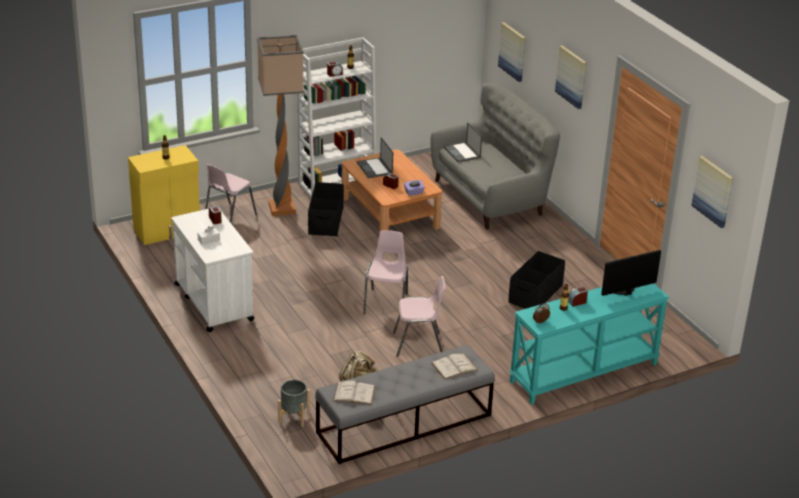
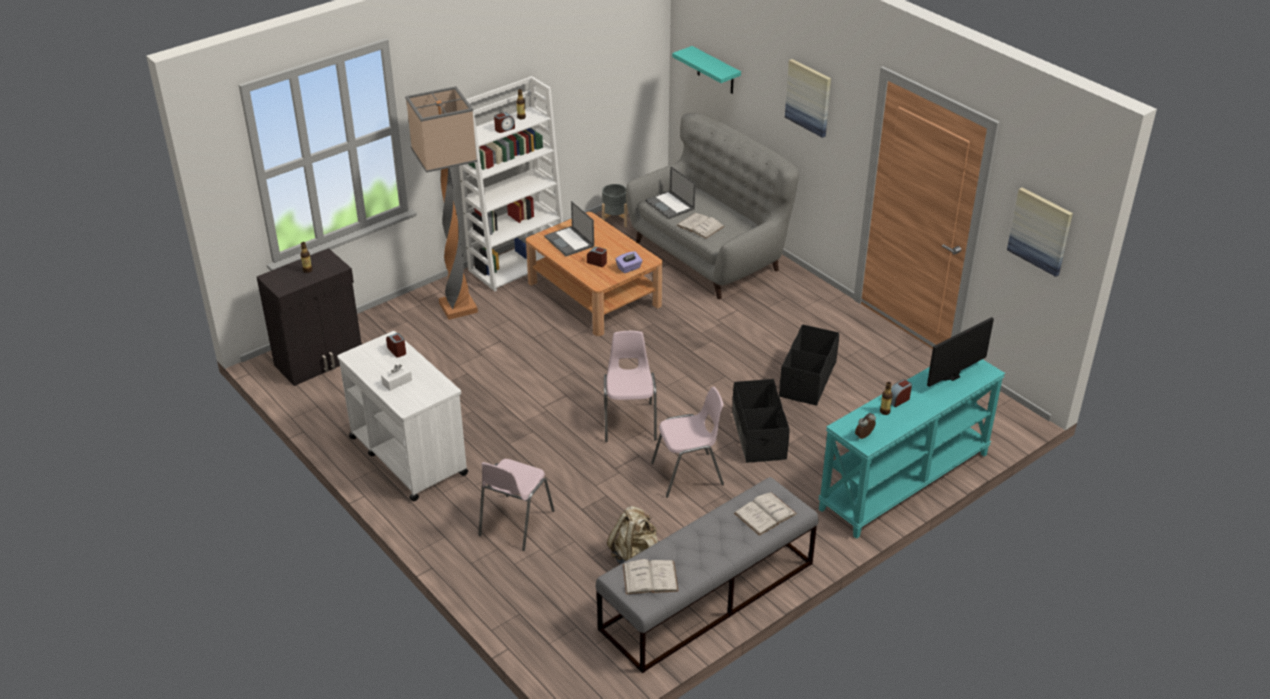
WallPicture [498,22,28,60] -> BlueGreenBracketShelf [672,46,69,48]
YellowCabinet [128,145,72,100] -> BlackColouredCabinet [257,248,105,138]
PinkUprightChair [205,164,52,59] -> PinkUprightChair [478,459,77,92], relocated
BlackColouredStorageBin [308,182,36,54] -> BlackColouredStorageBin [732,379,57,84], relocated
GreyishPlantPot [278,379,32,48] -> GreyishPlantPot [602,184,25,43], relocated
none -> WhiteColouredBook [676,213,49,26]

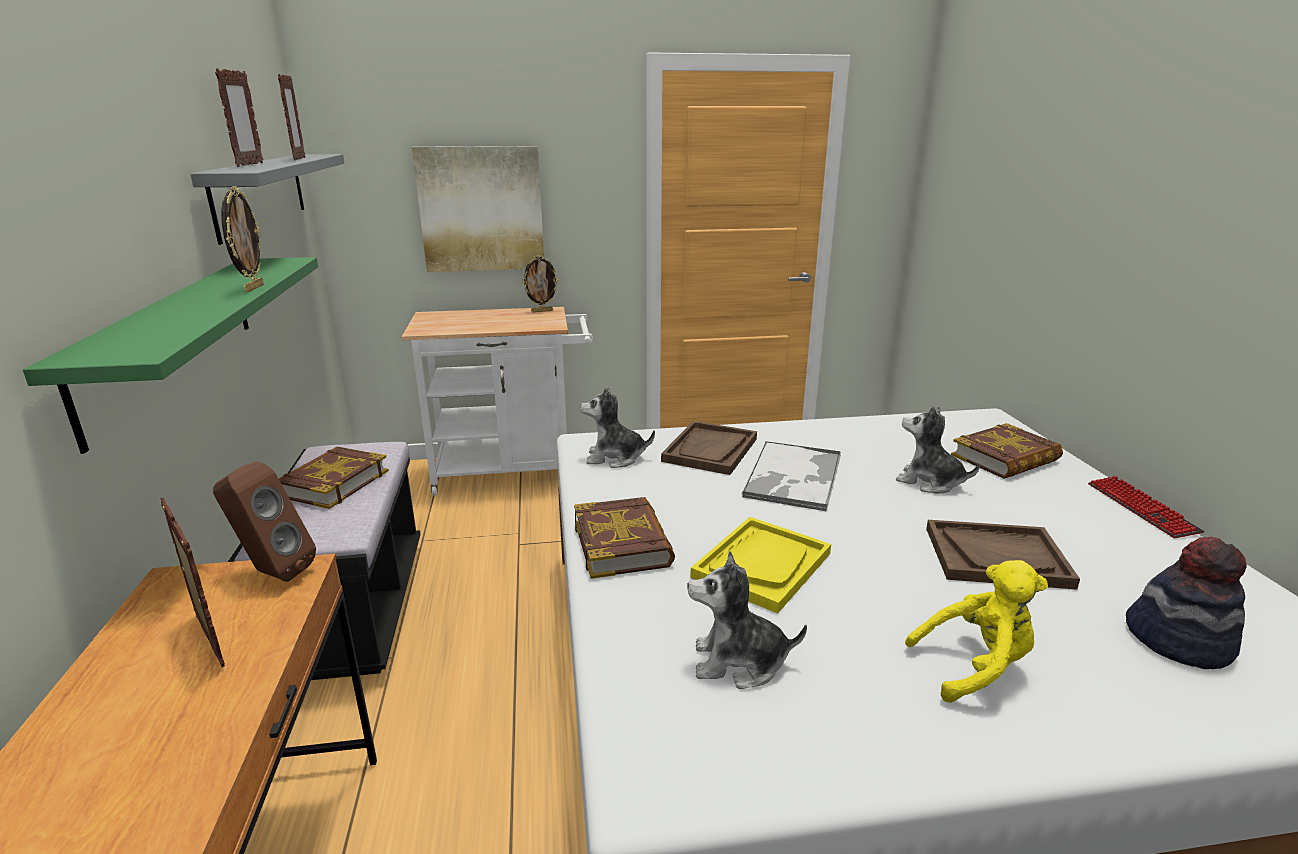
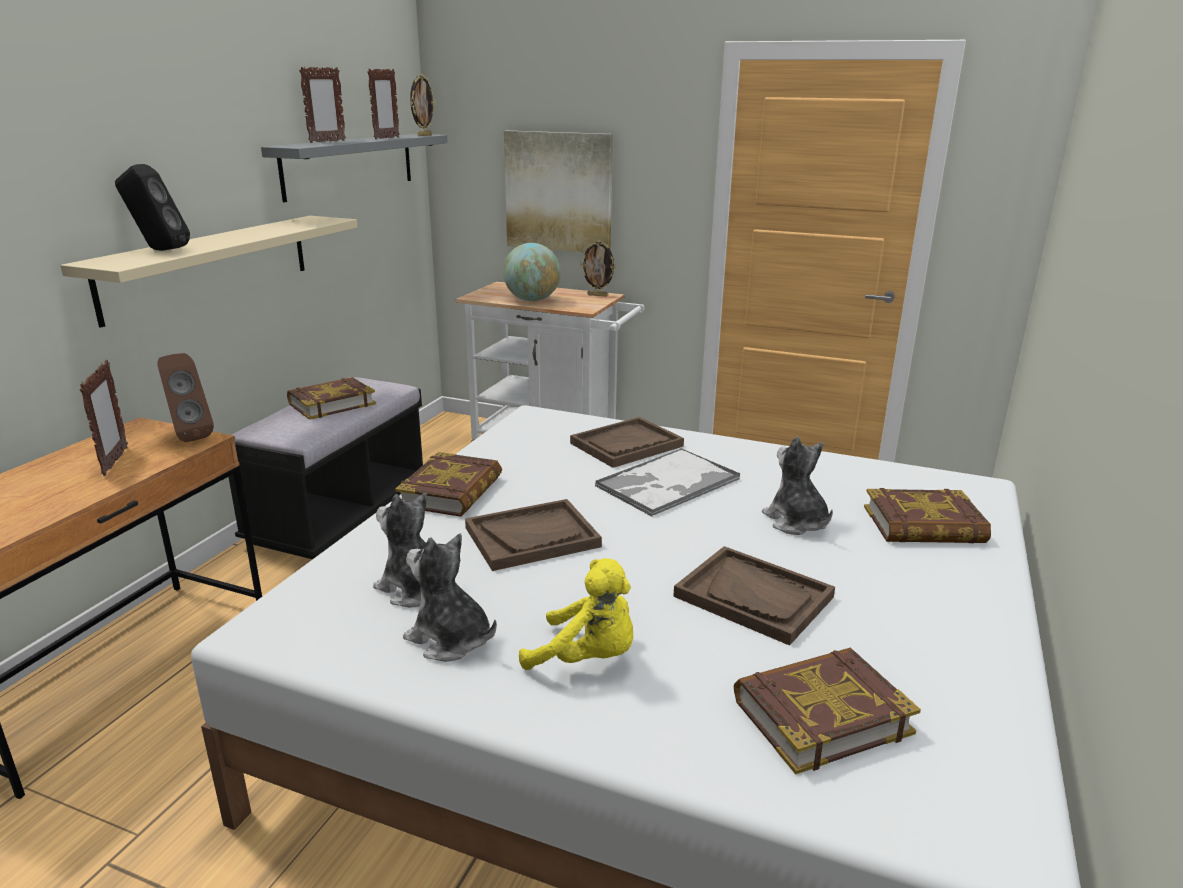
PhotoFrame [221,186,43,106] -> PhotoFrame [410,73,26,63], relocated
GreenBracketShelf [23,257,295,197] -> BeigeBracketShelf [60,216,298,112]
PlushToy [580,387,75,81] -> PlushToy [403,533,94,129], relocated
ComputerKeyboard [1088,476,117,62] -> none
YellowCarryingTray [690,517,141,96] -> BrownCarryingTray [465,499,137,72]
WearableHat [1126,537,121,132] -> Book [734,648,187,126]
none -> BlackColouredSpeaker [115,164,75,87]
none -> Globe [503,243,58,58]

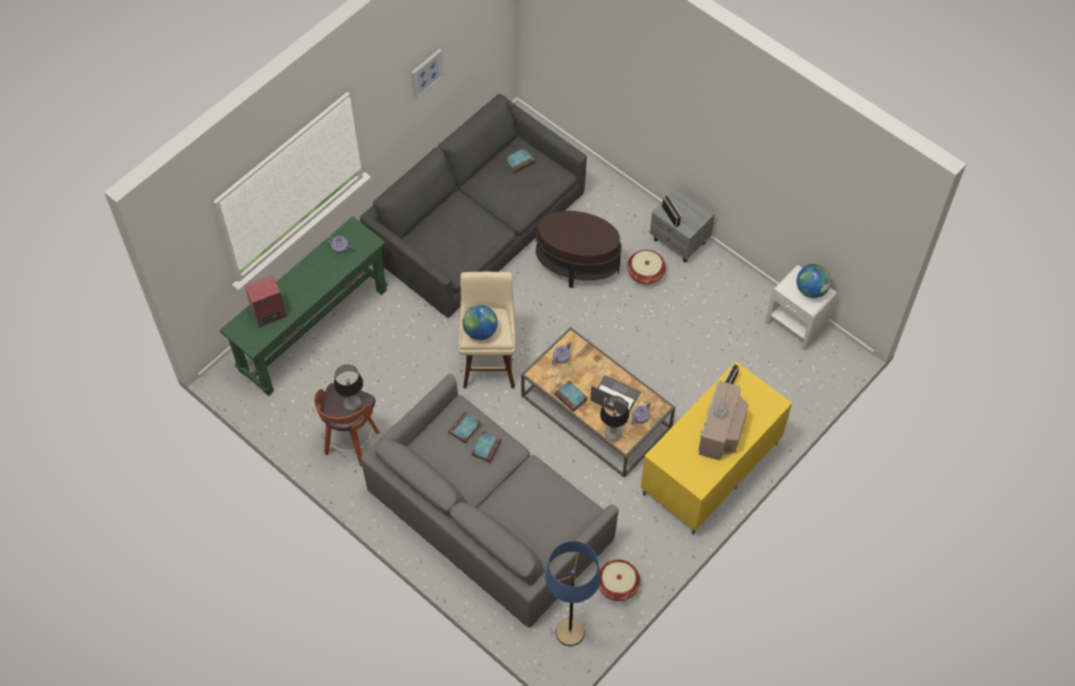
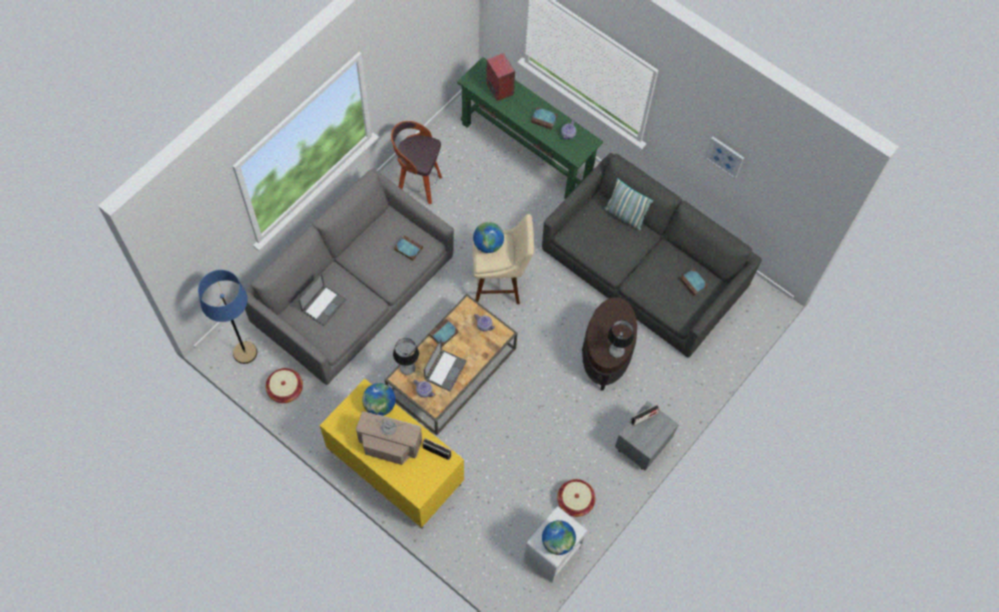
HouseholdBasket [627,250,39,34] -> HouseholdBasket [557,479,38,38], relocated
LampForATable [334,365,29,46] -> LampForATable [608,320,26,38], relocated
Book [471,431,31,32] -> Book [531,107,27,23], relocated
none -> ThrowPillow [604,178,49,52]
none -> NotebookComputer [299,273,47,53]
none -> Globe [362,383,34,33]

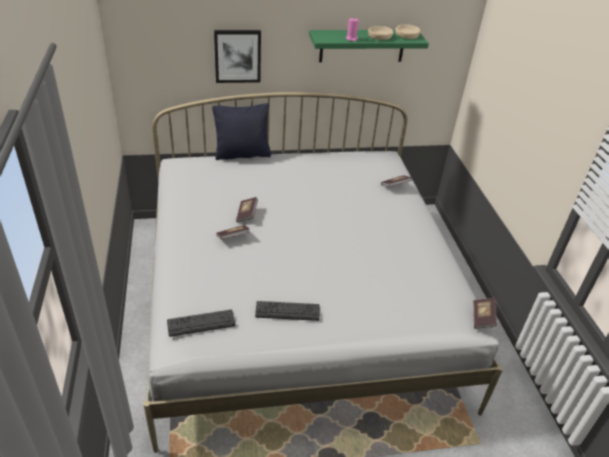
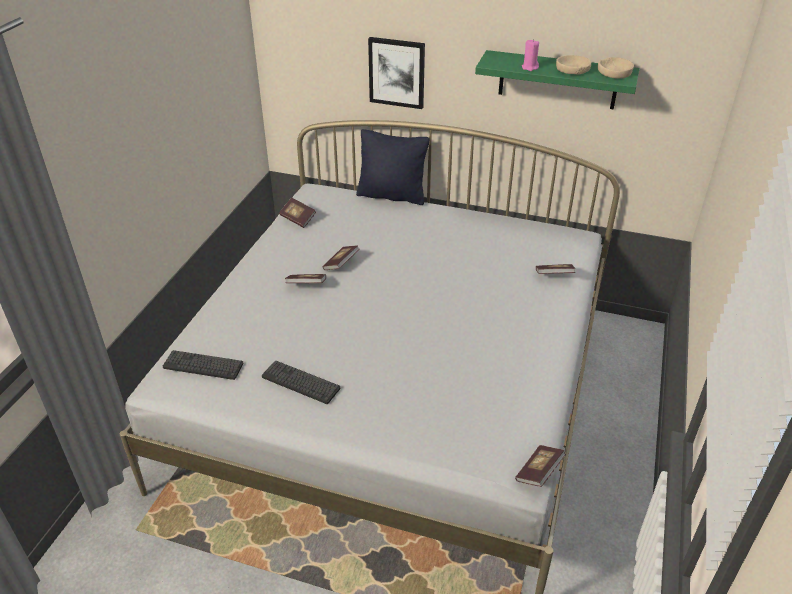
none -> Book [279,198,37,30]

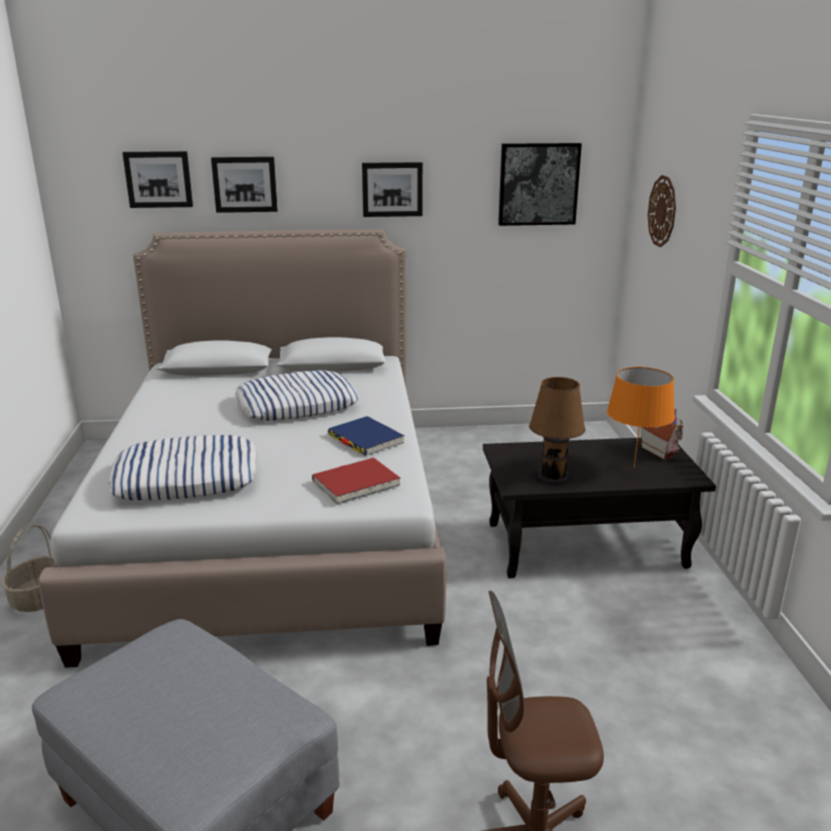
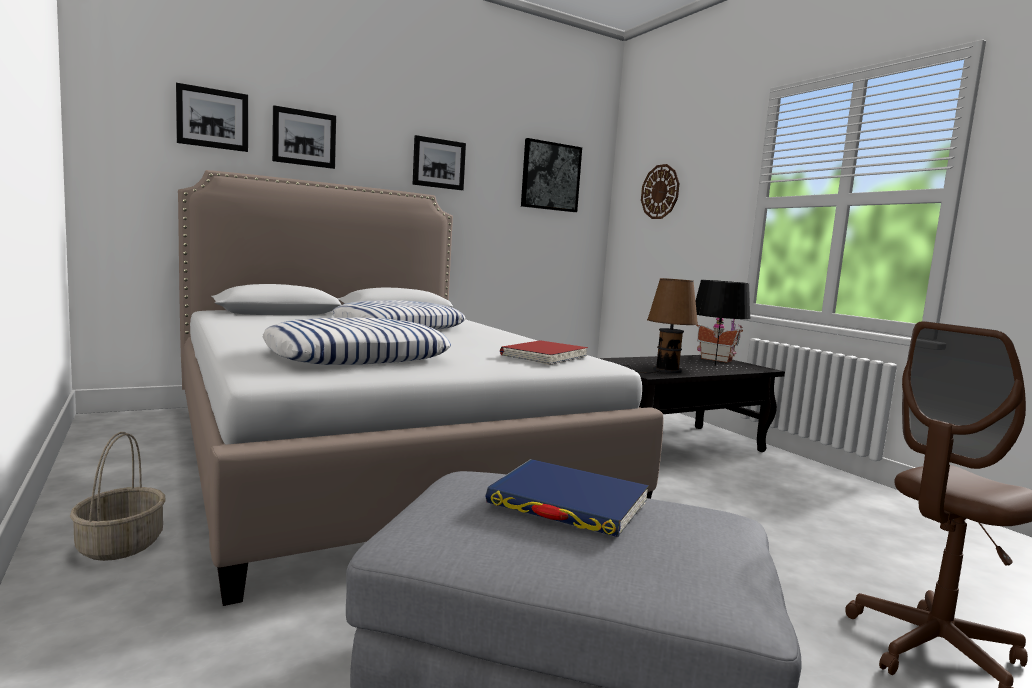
OrangeyLampForATable [607,367,68,101] -> BlackColouredLampForATable [696,280,55,86]
BlueColouredBook [328,416,77,40] -> BlueColouredBook [486,459,163,78], relocated

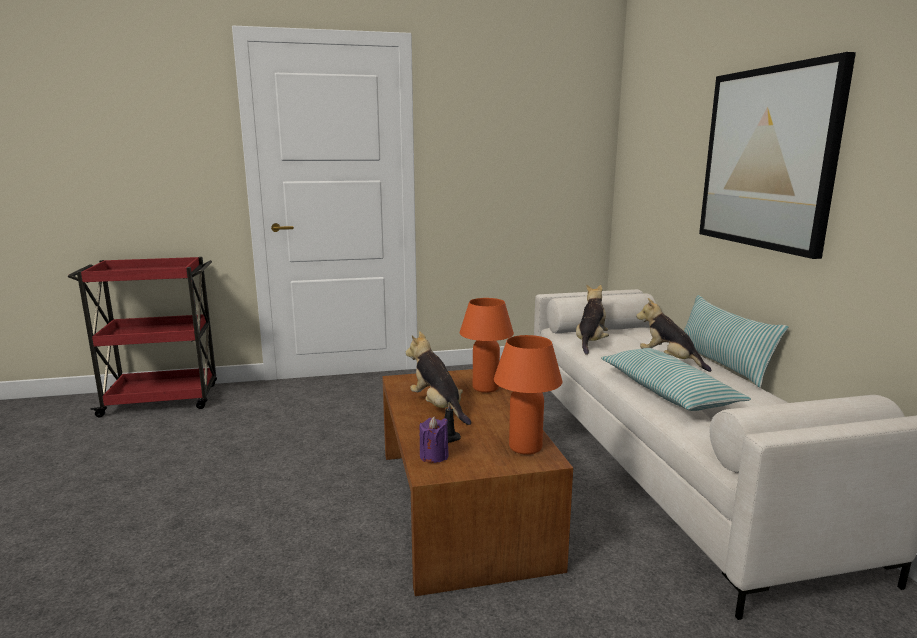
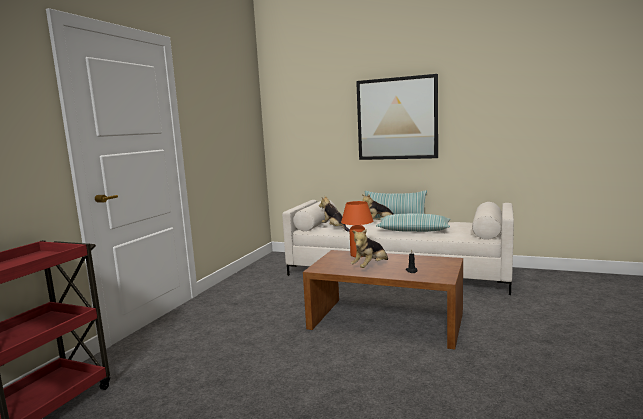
PlushToy [406,331,65,94] -> PlushToy [351,229,37,39], 45 degrees counterclockwise
OrangeyLampForATable [494,335,68,120] -> none
PurplishCandle [419,416,30,47] -> none

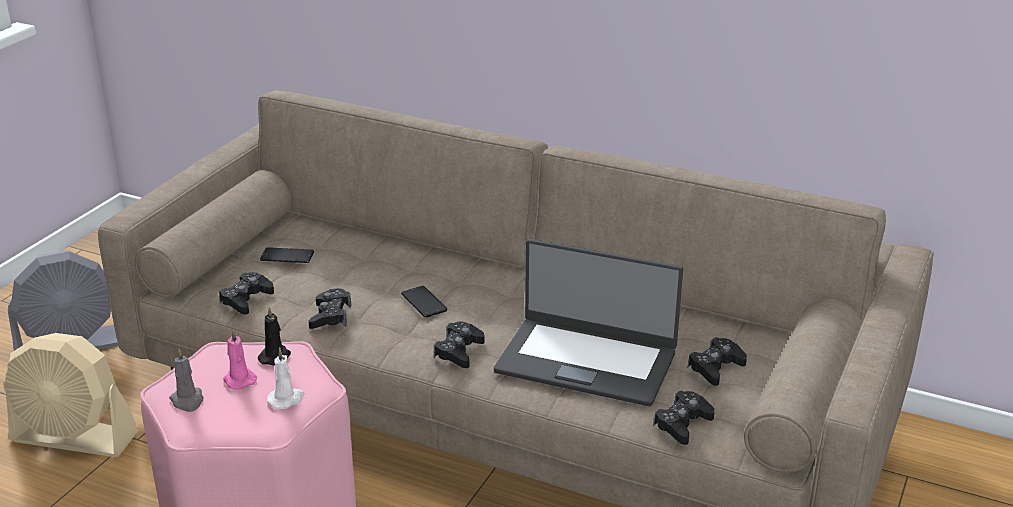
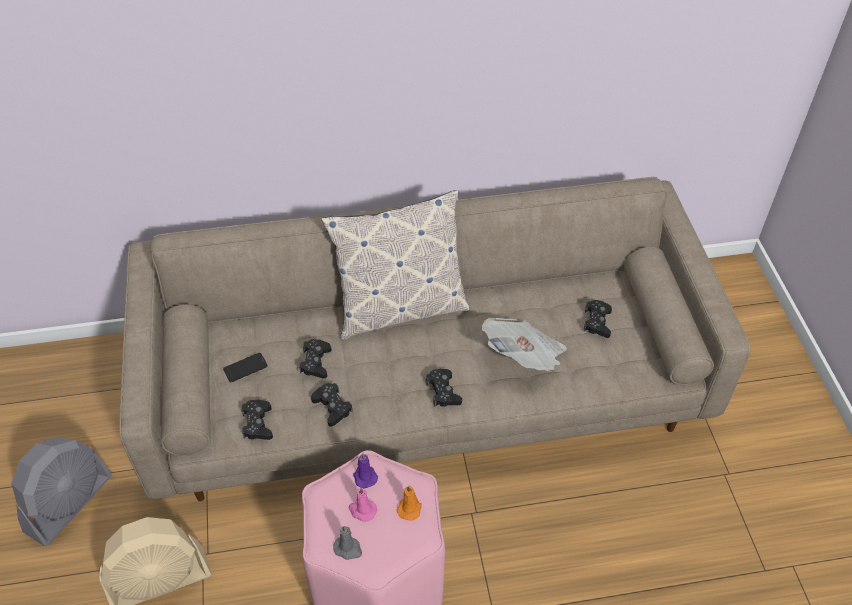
NotebookComputer [494,239,189,167] -> Newspaper [482,318,85,54]
Handset [401,286,46,32] -> none
BlackColouredCandle [258,307,33,59] -> PurplishCandle [353,454,25,34]
WhiteColouredCandle [267,348,38,61] -> OrangeyCandle [397,486,25,35]
BlackColouredGameController [653,391,62,54] -> BlackColouredGameController [299,339,32,39], relocated
none -> ThrowPillow [321,190,148,150]

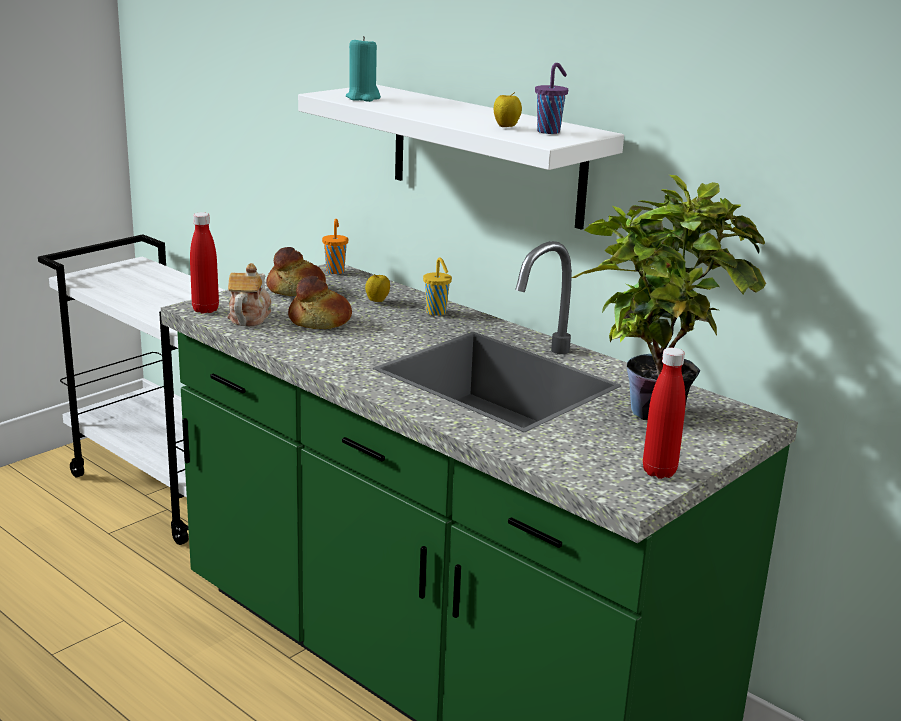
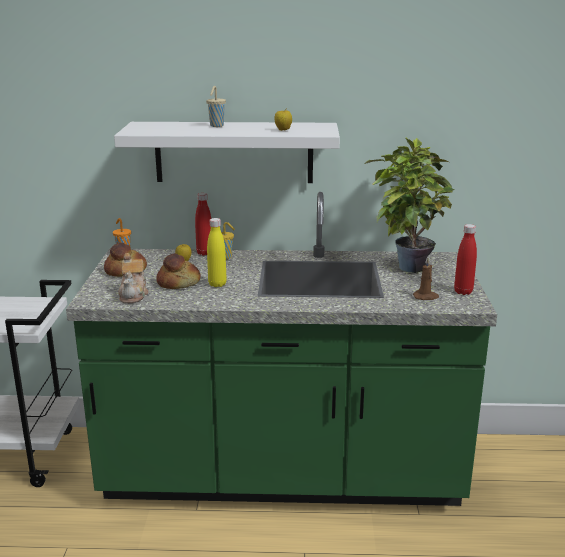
BlueGreenCandle [346,36,35,66] -> none
PurplishCup [535,63,33,71] -> none
RedBottle [190,212,29,102] -> RedBottle [195,193,16,62], relocated
TeaPot [227,263,44,63] -> TeaPot [119,253,30,50], 150 degrees counterclockwise
none -> BeigeCup [206,86,20,41]
none -> YellowBottle [207,218,20,69]
none -> BrownCandle [413,258,26,42]

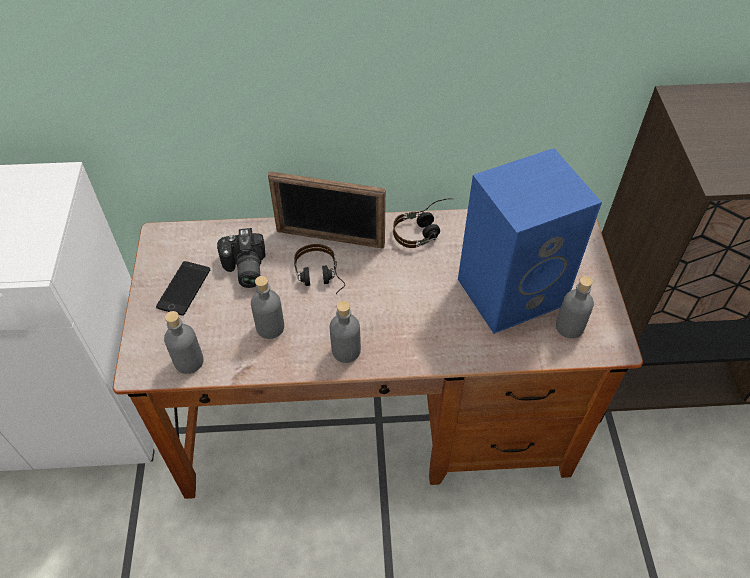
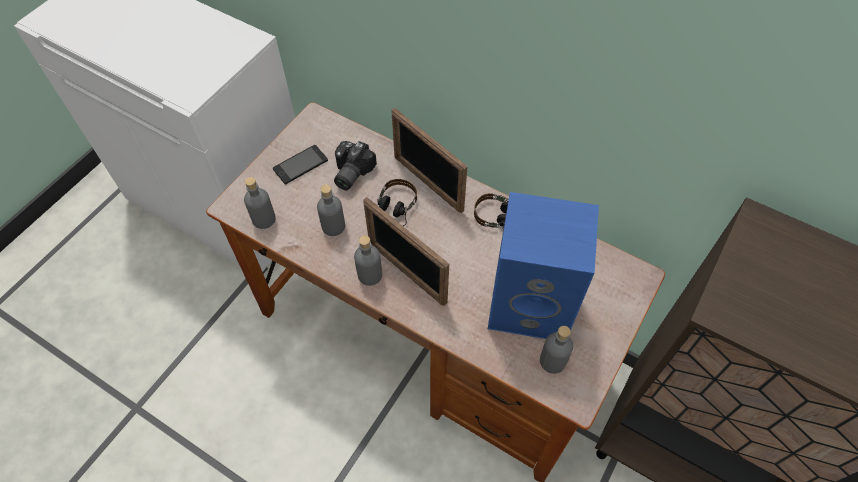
none -> PhotoFrame [363,197,86,109]

